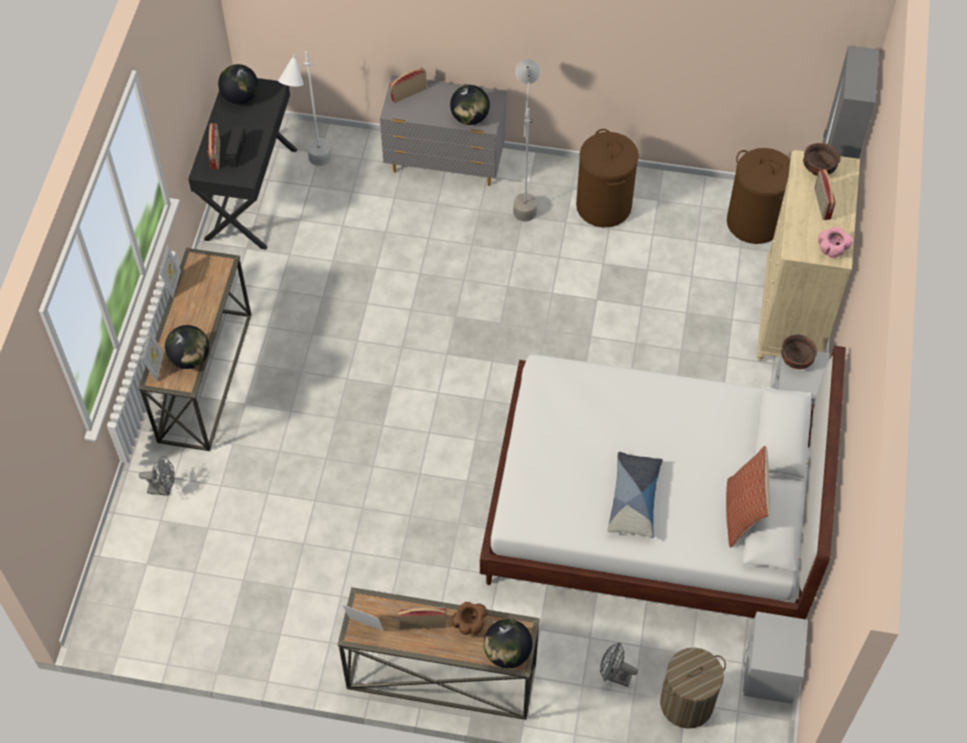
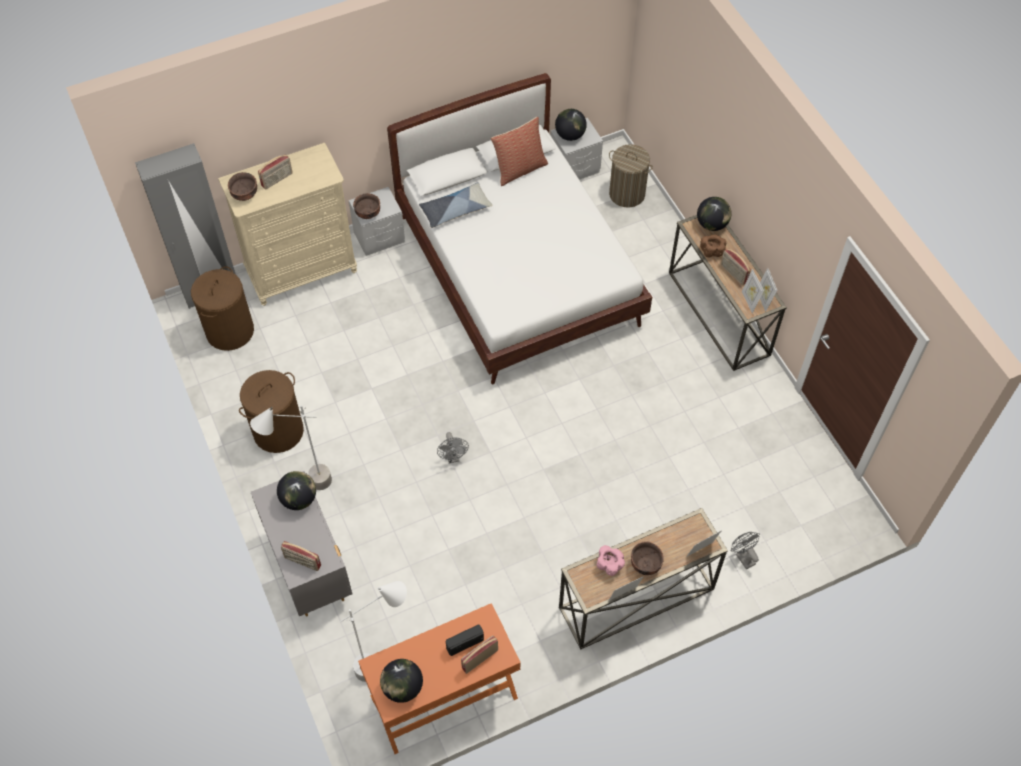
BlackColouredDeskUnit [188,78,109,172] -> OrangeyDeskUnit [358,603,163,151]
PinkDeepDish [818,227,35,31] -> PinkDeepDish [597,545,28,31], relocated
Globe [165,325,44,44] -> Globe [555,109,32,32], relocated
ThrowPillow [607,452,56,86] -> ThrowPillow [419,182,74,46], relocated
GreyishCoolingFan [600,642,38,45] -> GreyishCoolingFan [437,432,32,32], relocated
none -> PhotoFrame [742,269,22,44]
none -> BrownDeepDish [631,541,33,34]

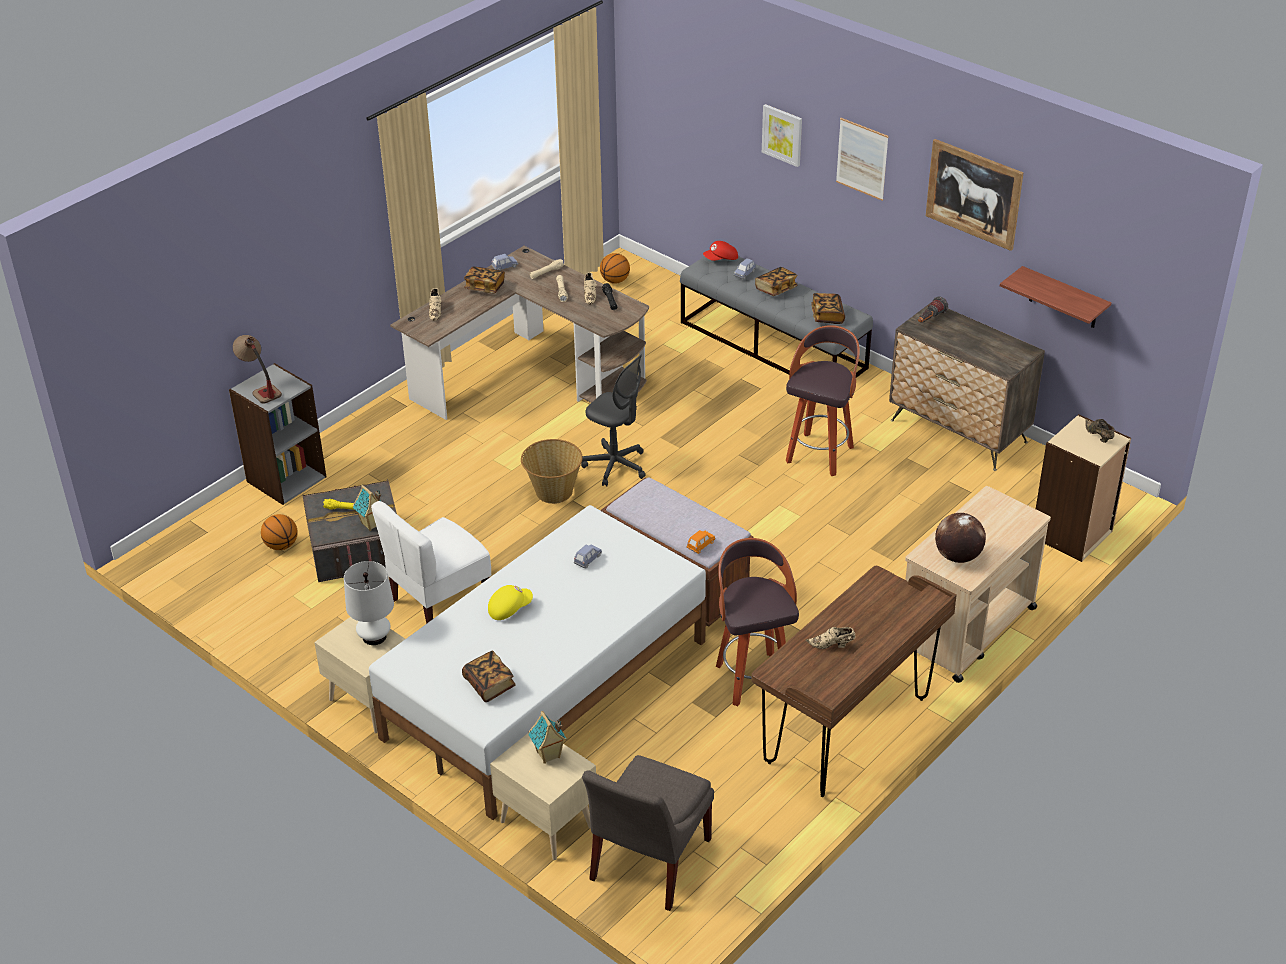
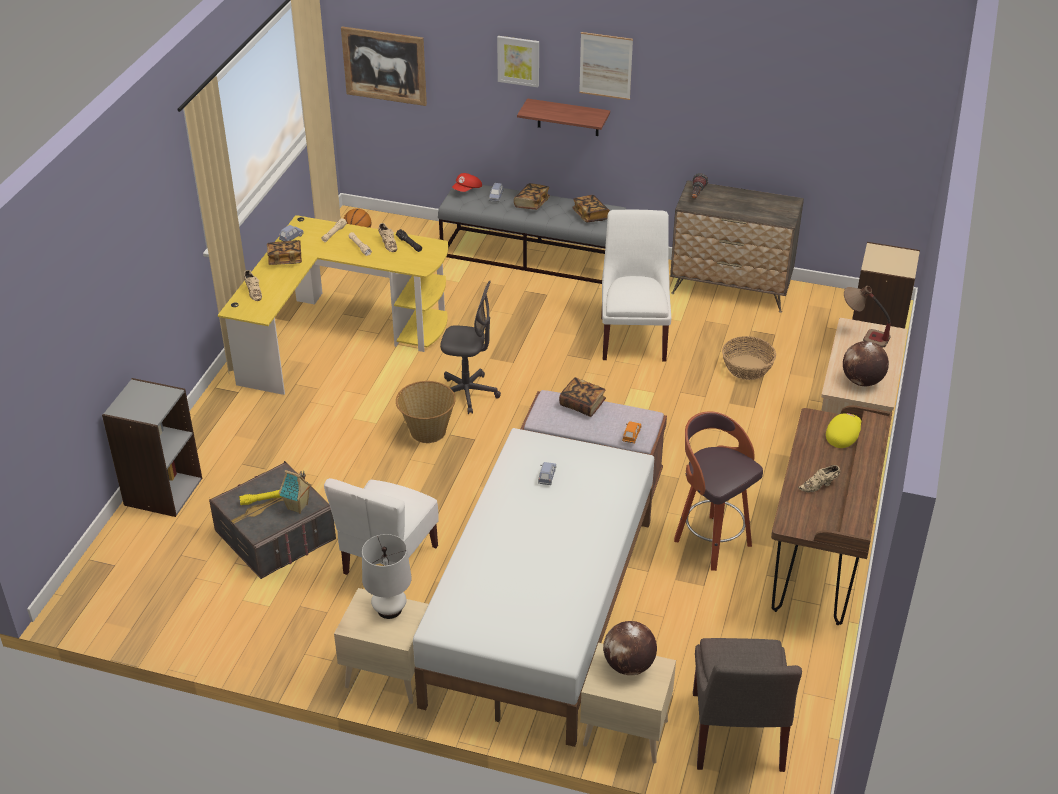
WallPicture [926,139,97,112] -> WallPicture [341,26,86,80], relocated
BrownDeskUnit [390,246,259,174] -> YellowDeskUnit [218,215,230,180]
BracketShelf [1000,266,111,62] -> BracketShelf [517,99,93,37], relocated
StoolSeat [786,325,74,151] -> WhiteColouredUprightChair [601,210,70,151]
LampForATable [233,335,49,69] -> LampForATable [844,286,47,62], relocated
BrownLowShoe [1085,419,29,24] -> none
BallForBasketball [261,514,36,36] -> none
YellowCap [488,585,45,35] -> YellowCap [826,413,35,35], relocated
Book [462,651,54,51] -> Book [559,377,47,40], relocated
MiniatureHouse [528,711,39,53] -> Globe [603,621,54,54]
none -> HouseholdBasket [722,336,54,44]

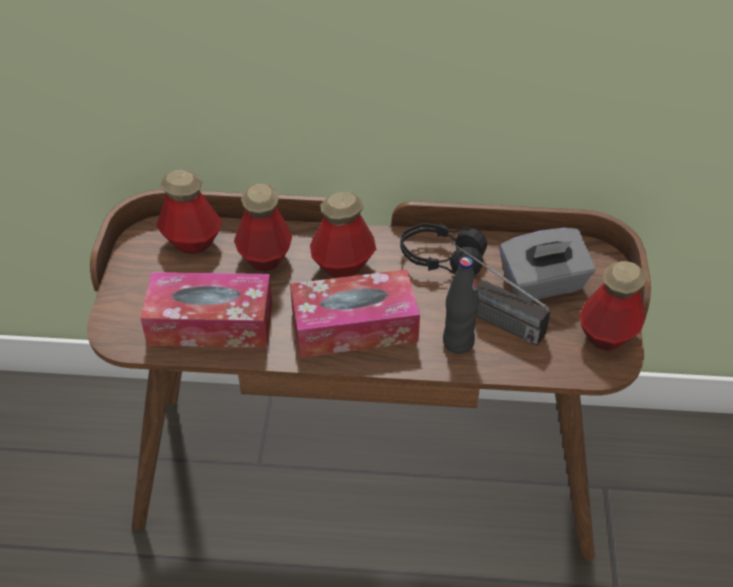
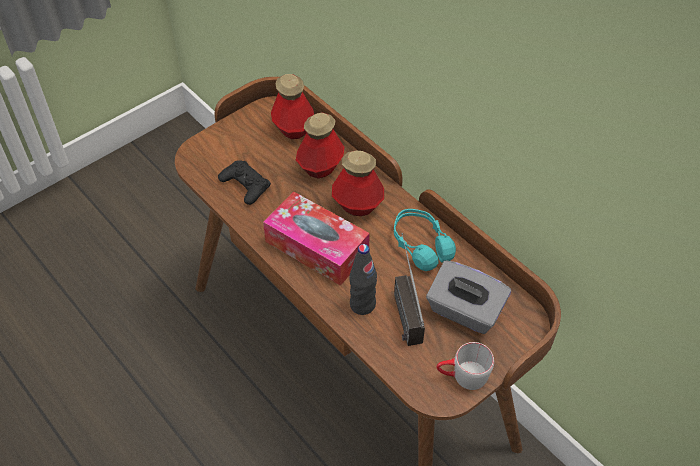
BlackColouredHeadset [400,223,87,52] -> BlueGreenHeadset [394,209,62,62]
Bottle [580,261,66,90] -> GreyishTeaMug [436,342,58,48]
TissueHolder [140,272,132,76] -> BlackColouredGameController [218,160,53,45]

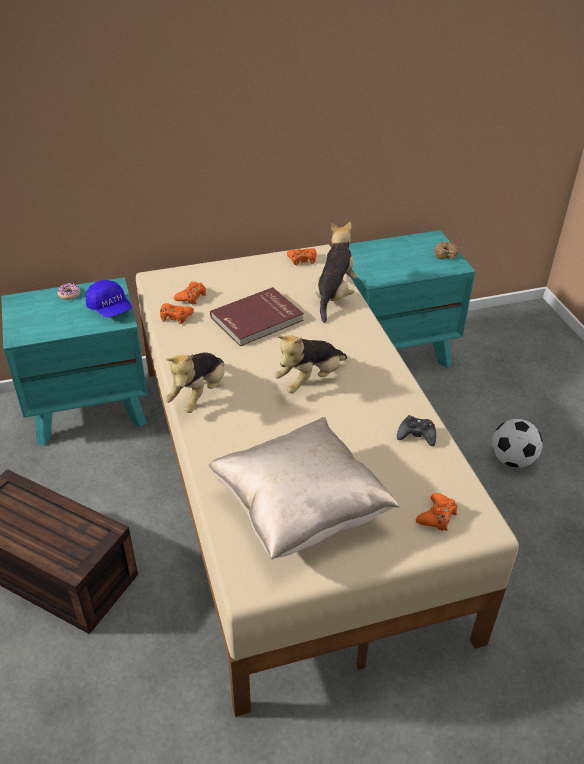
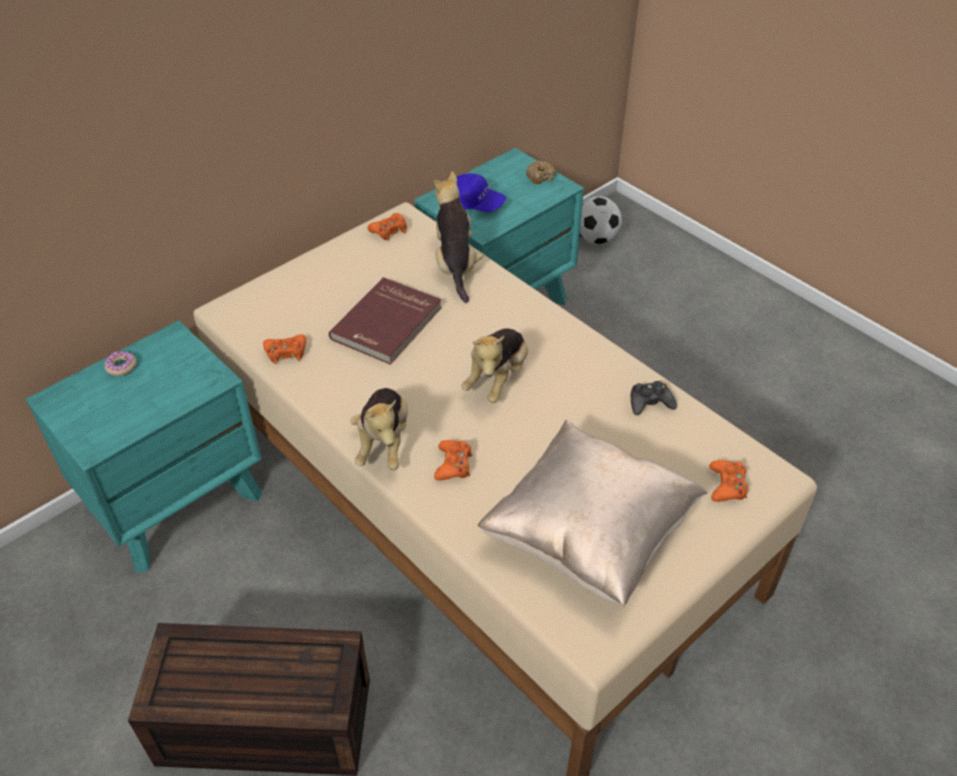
BlueColouredCap [86,280,46,37] -> BlueColouredCap [456,173,50,39], relocated
OrangeyGameController [174,281,32,23] -> OrangeyGameController [434,440,38,40], relocated
FootballBall [492,419,51,49] -> FootballBall [580,196,42,48], relocated

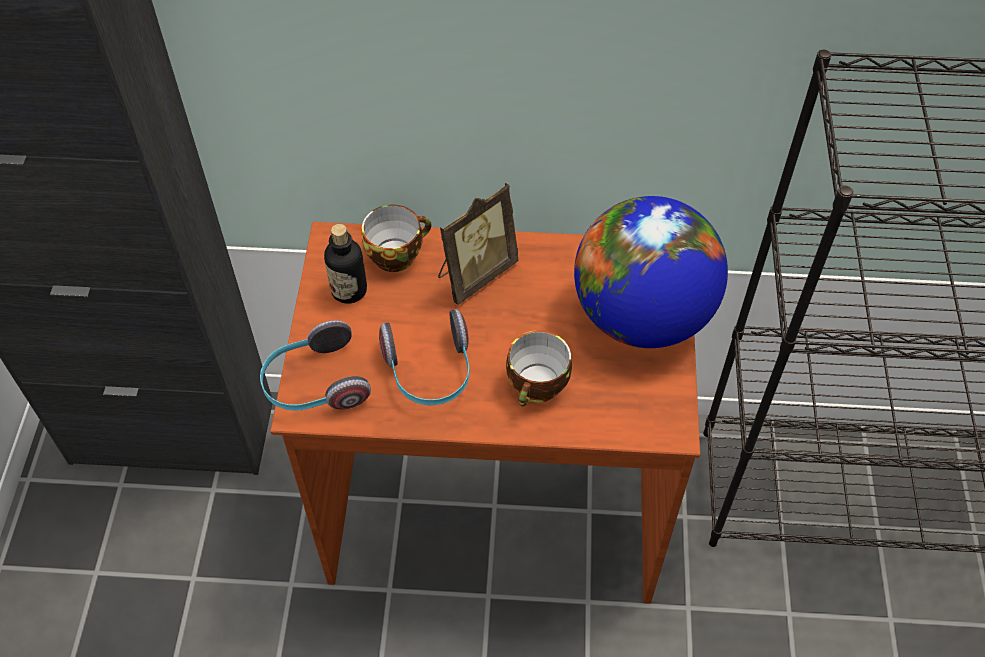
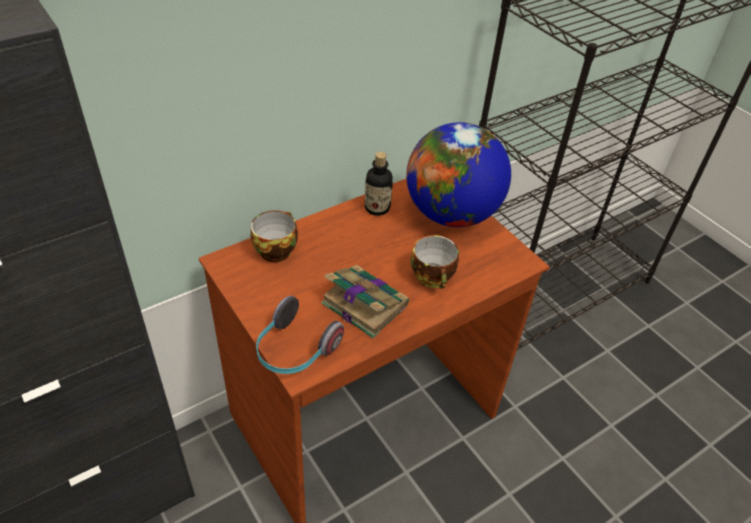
PhotoFrame [438,183,80,122] -> none
Bottle [324,224,43,80] -> Bottle [365,152,28,64], relocated
Headset [379,309,90,96] -> Book [321,265,88,74]

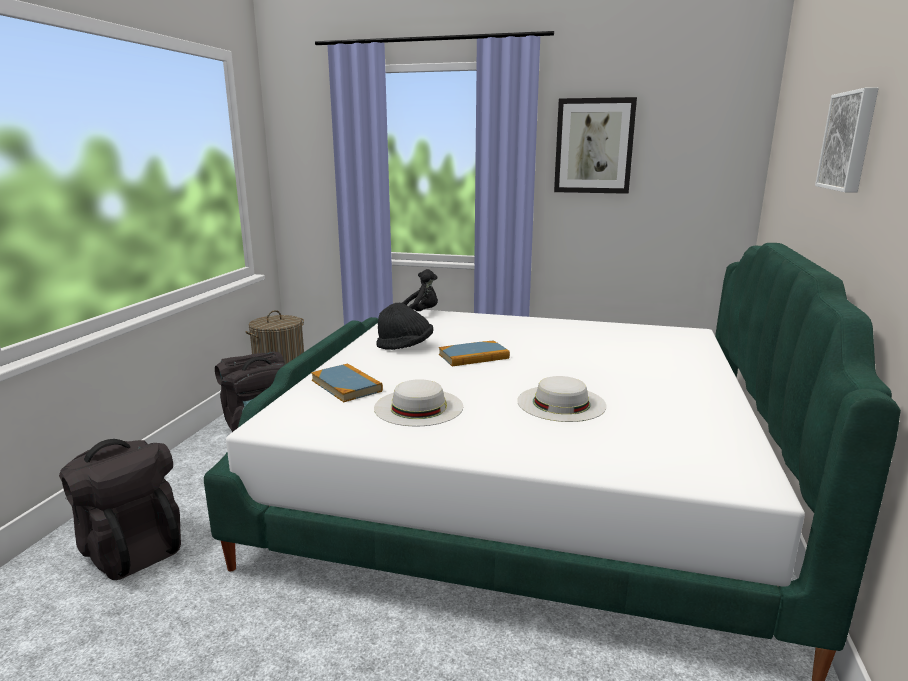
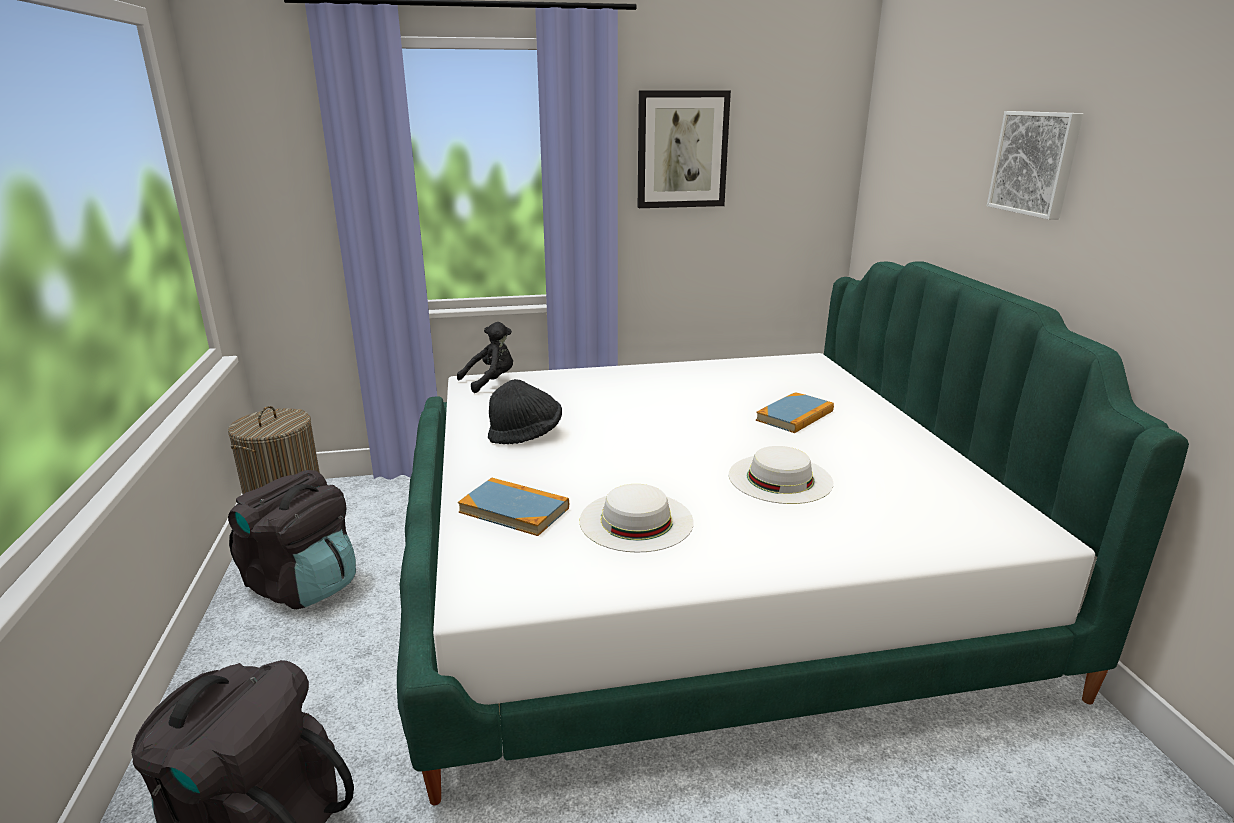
Book [439,340,71,26] -> Book [756,392,78,41], relocated

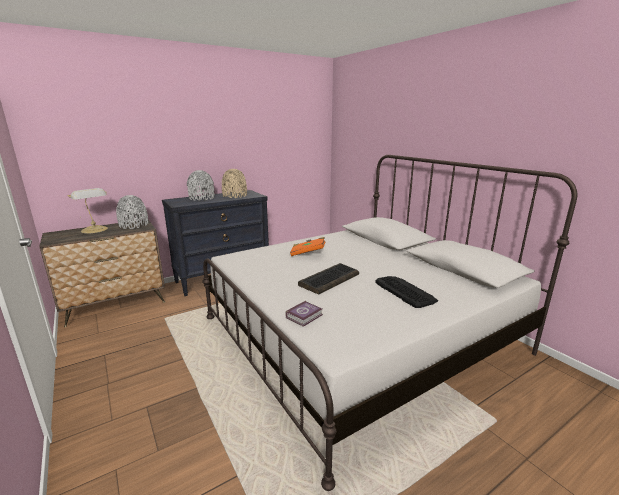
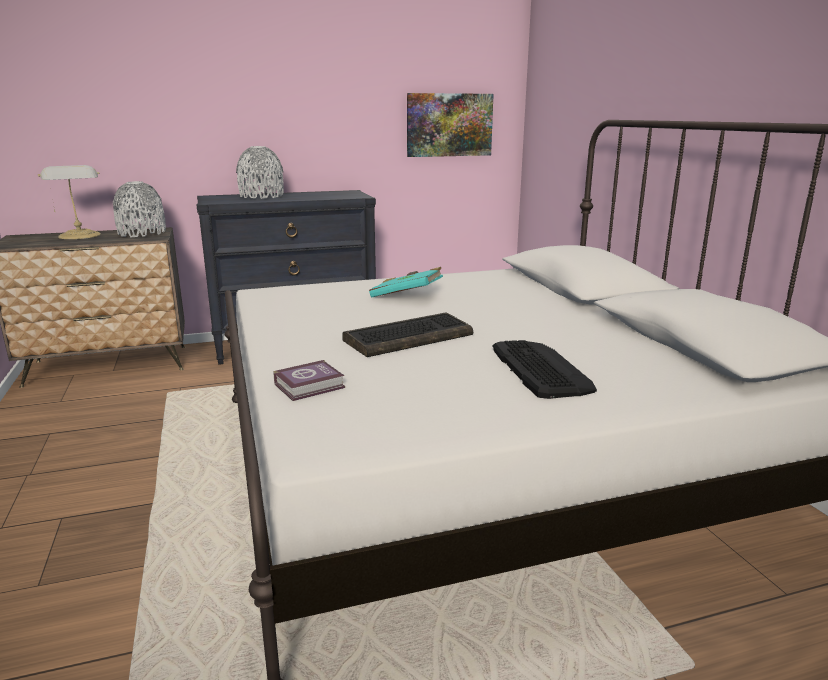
BeigeDecorativeVase [222,169,25,29] -> none
OrangeyBook [290,237,35,19] -> BlueGreenBook [369,267,74,30]
none -> WallPicture [407,93,87,64]

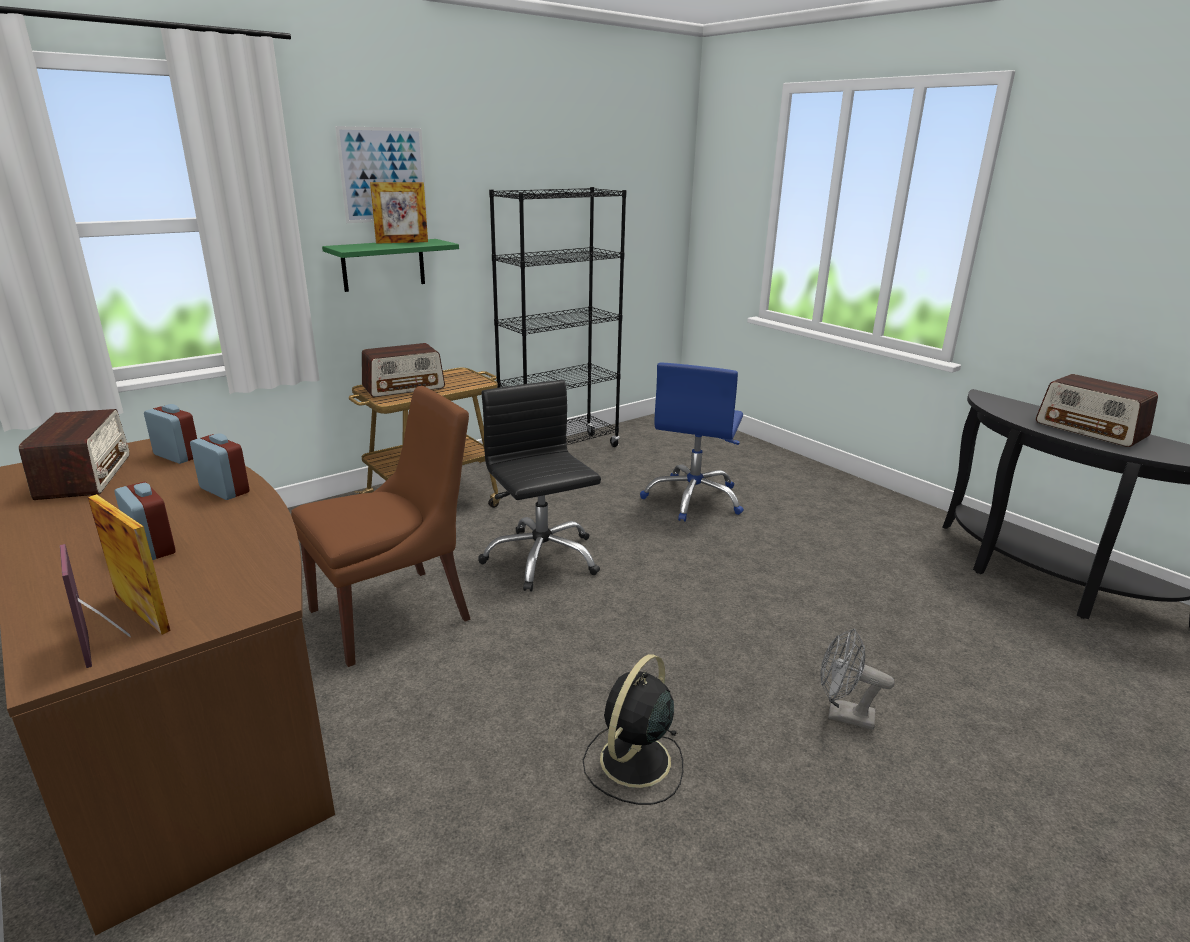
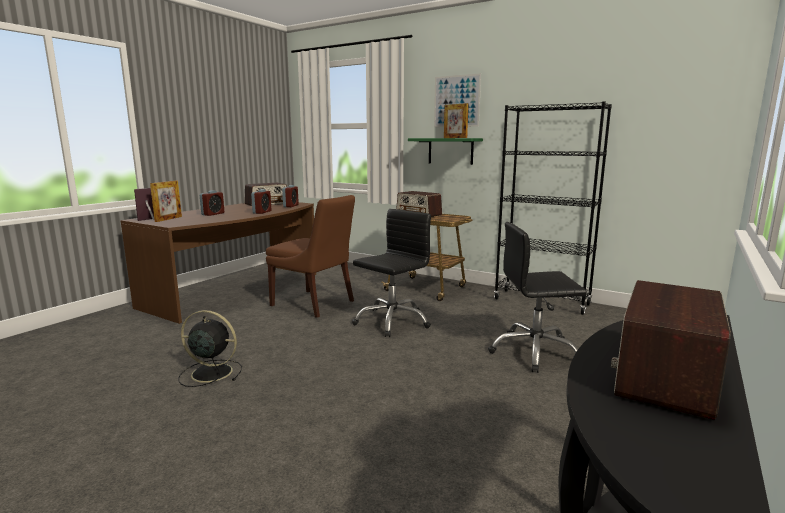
BlueColouredDeskChair [640,363,104,159] -> BlackColouredDeskChair [488,222,99,151]
GreyishCoolingFan [820,629,75,101] -> none

